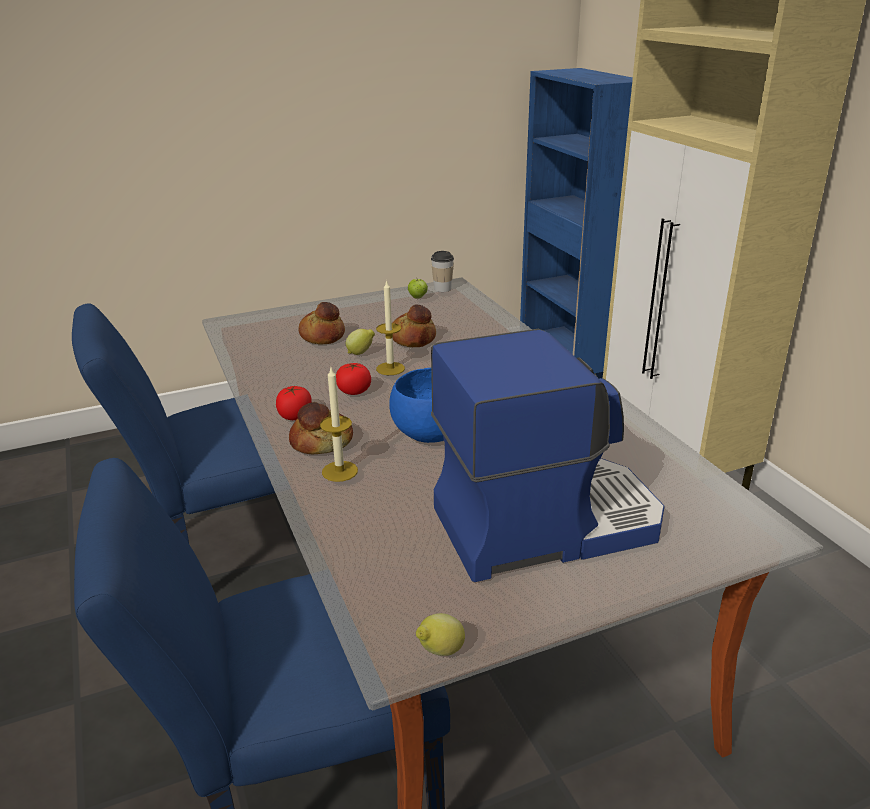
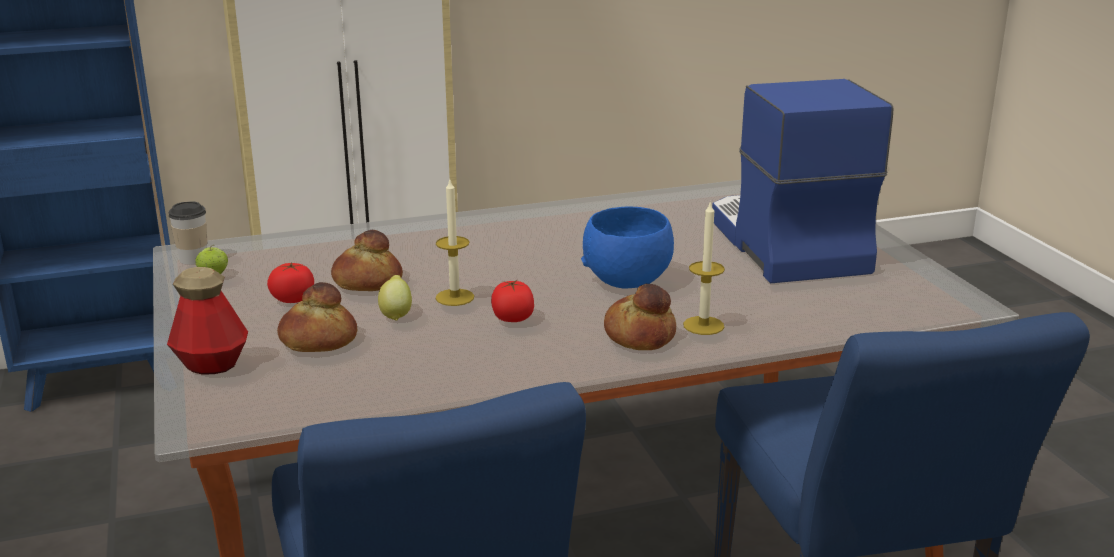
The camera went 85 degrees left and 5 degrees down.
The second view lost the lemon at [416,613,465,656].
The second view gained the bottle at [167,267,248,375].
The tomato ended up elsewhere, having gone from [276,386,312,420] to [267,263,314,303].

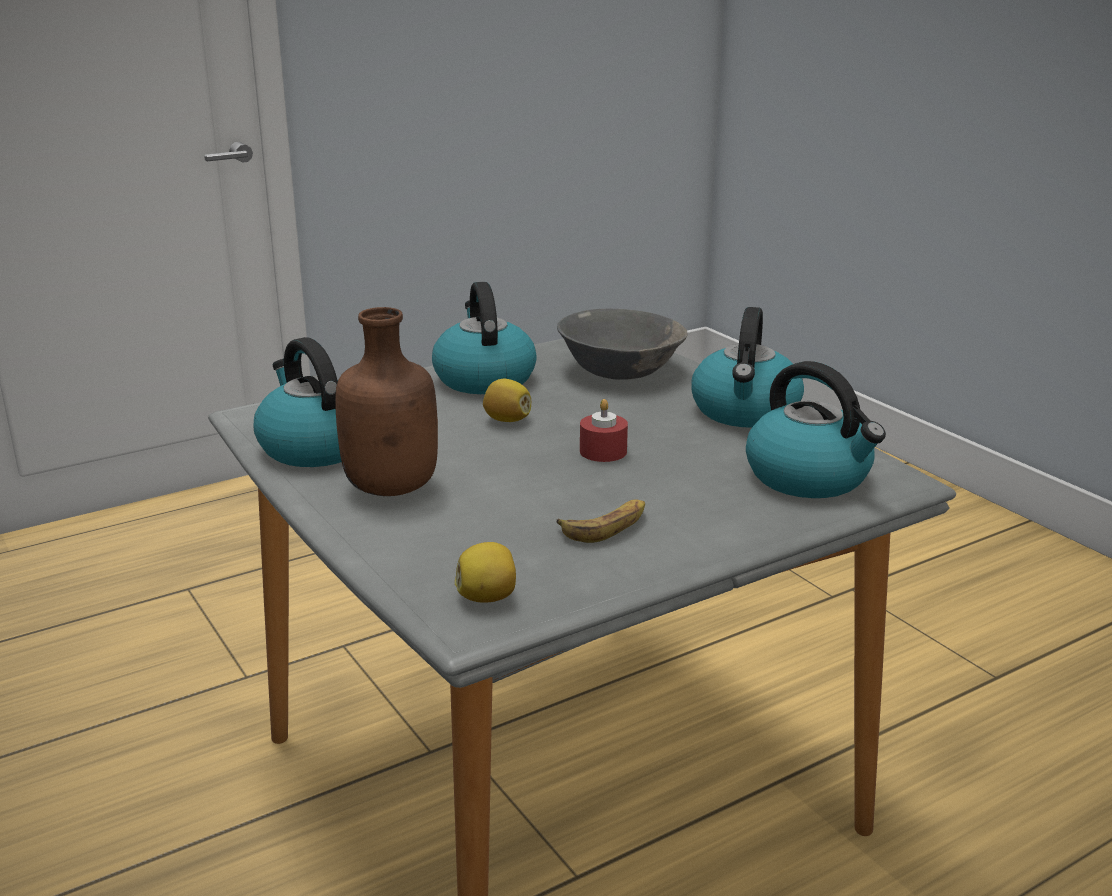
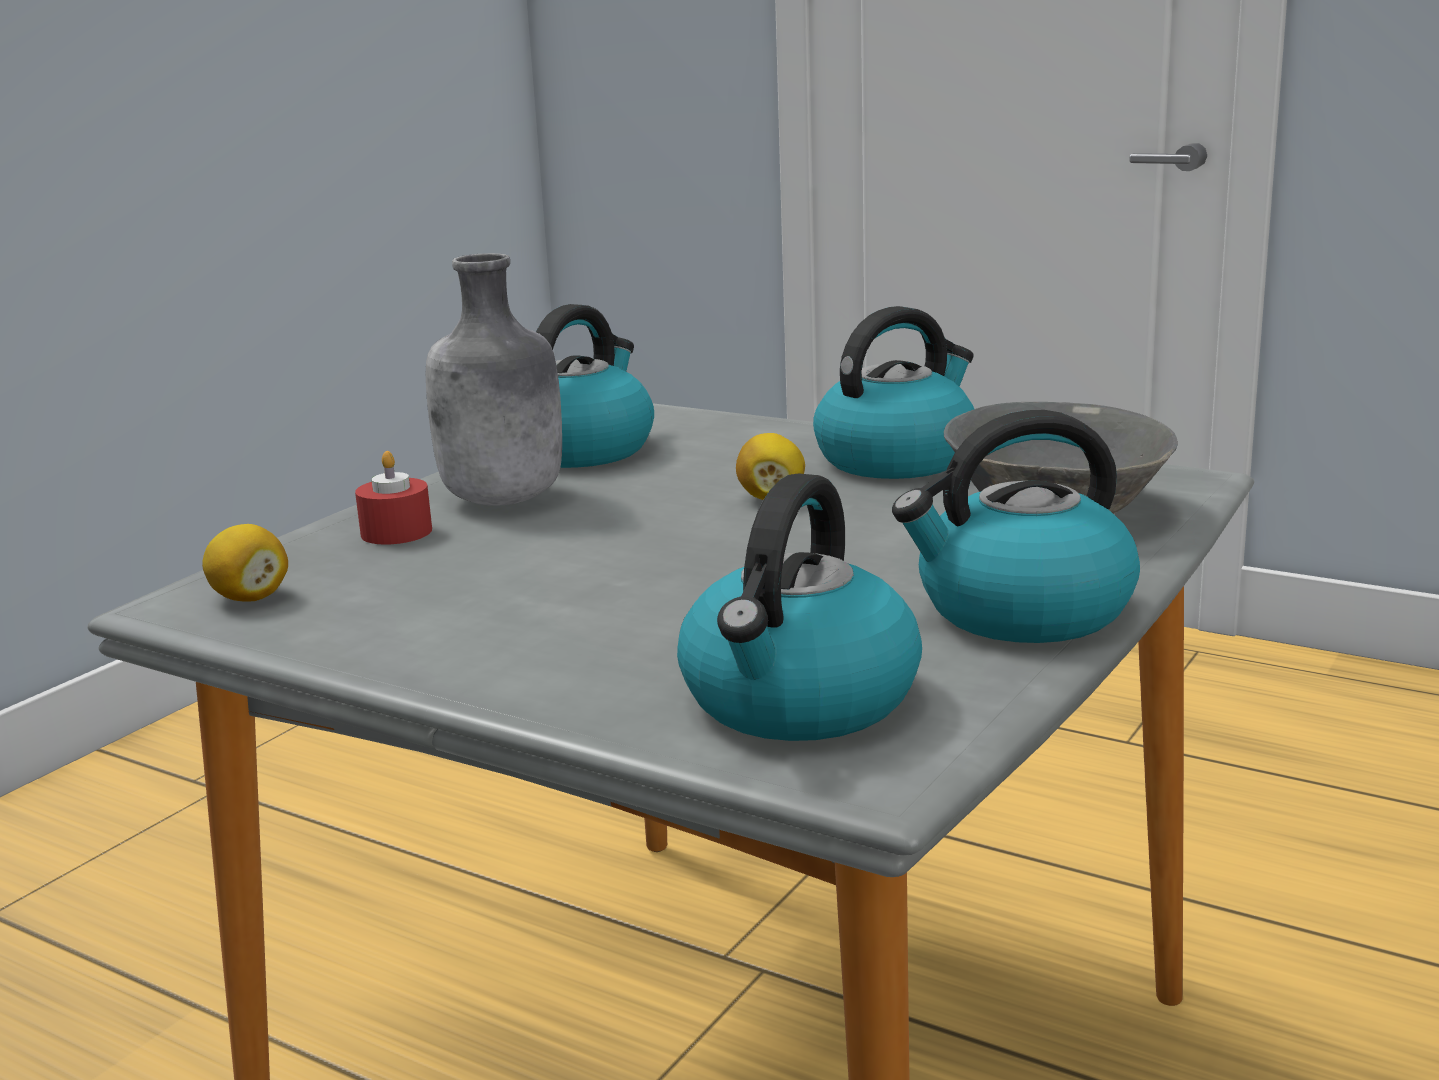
The camera went 65 degrees right and 5 degrees down.
The second view lost the banana at [557,500,645,543].
The candle in red ended up elsewhere, having gone from [580,399,628,462] to [355,451,432,545].
What was the bottle in brown at [335,307,438,496] turned into the bottle in grey at [426,253,562,506].

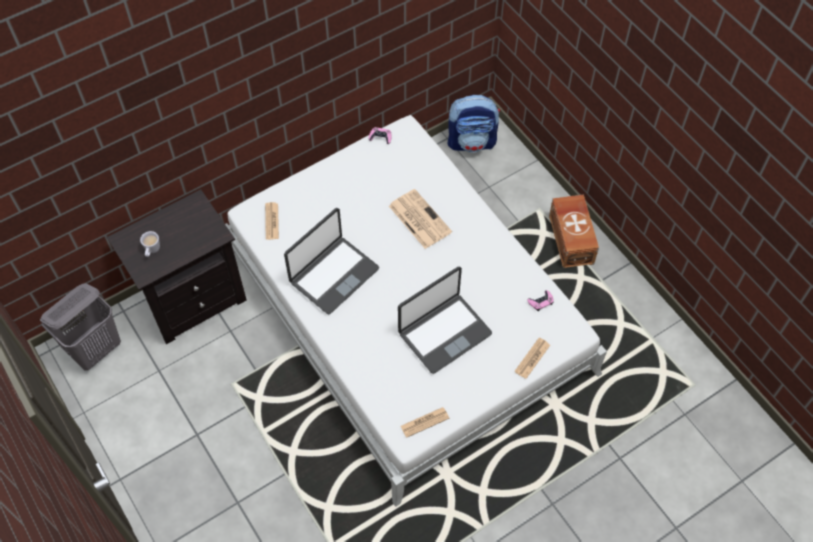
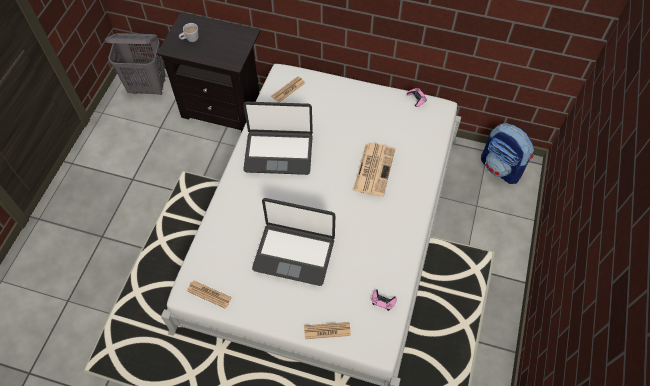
The camera went 50 degrees right and 0 degrees up.
The second view lost the storage box in brown at [549,195,599,268].

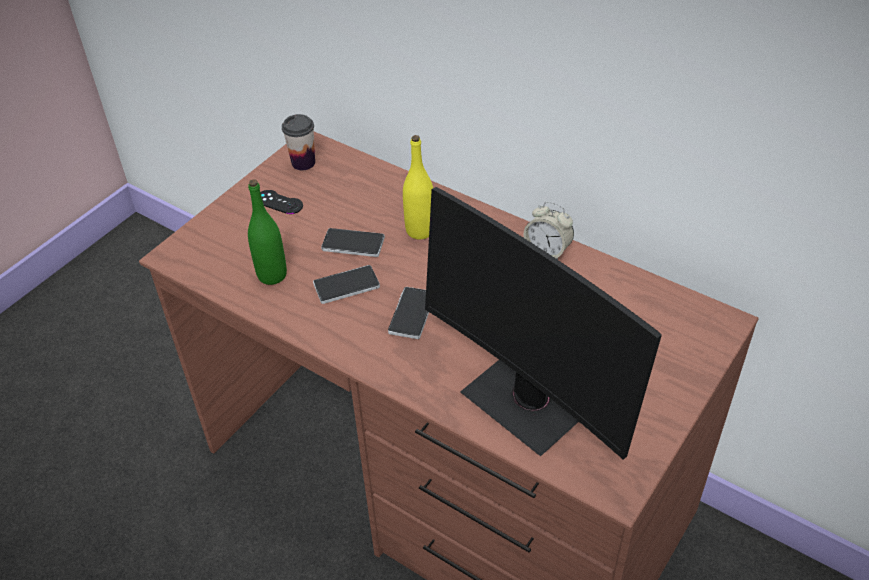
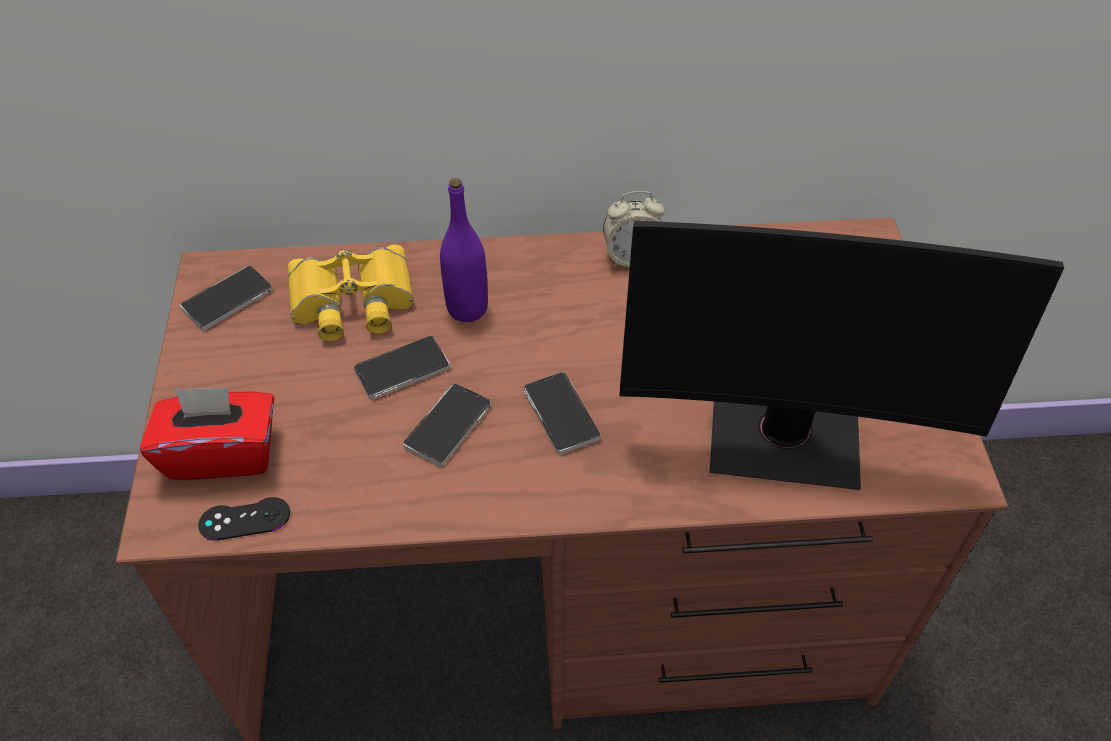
The camera went 40 degrees left and 5 degrees up.
The second view lost the bottle in green at [248,179,287,285].
The second view gained the tissue box in red at [139,387,275,480].
The second view gained the binoculars in yellow at [288,244,414,341].
The game controller in black ended up elsewhere, having gone from [260,190,303,214] to [198,497,290,541].
Where the cup stood at [282,114,315,170], the phone came to stand at [180,266,273,331].
What was the bottle in yellow at [403,135,433,239] turned into the bottle in purple at [440,178,488,322].

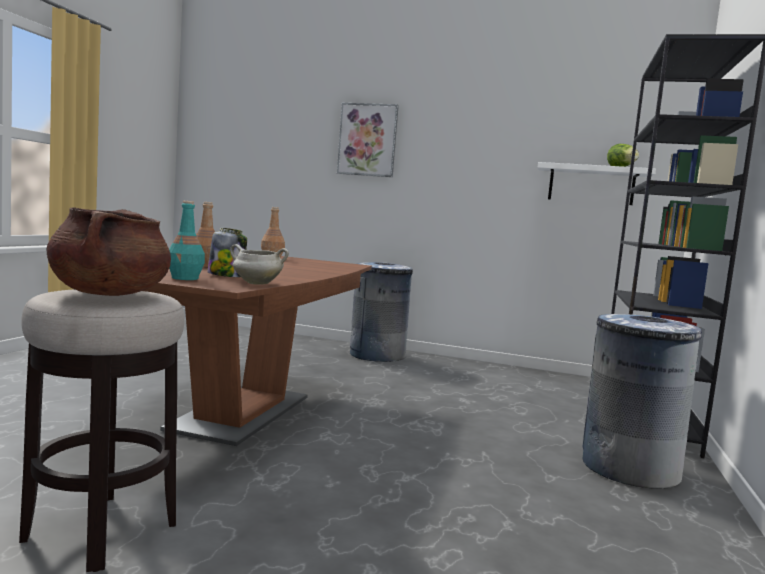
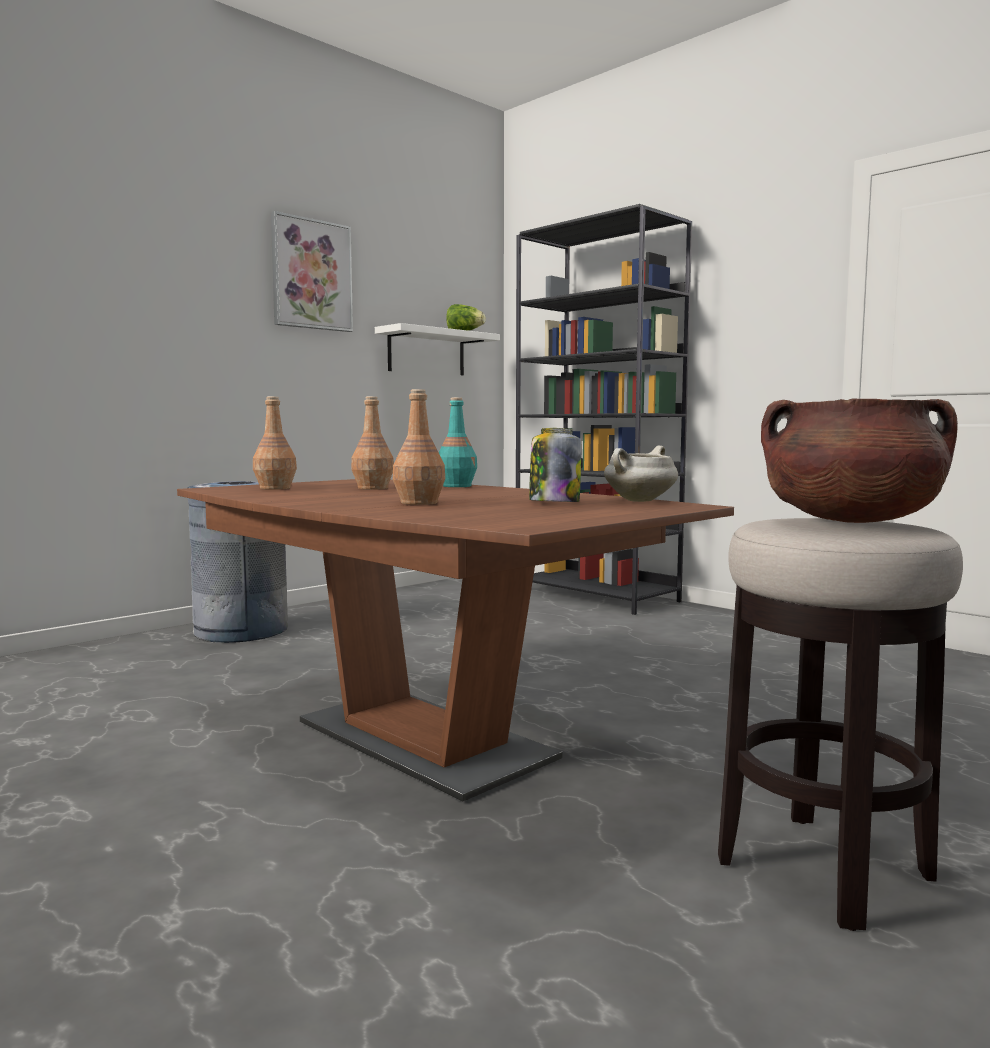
The camera went 60 degrees left and 0 degrees up.
The second view lost the trash can in grey at [583,314,702,489].
The second view gained the bottle in brown at [351,396,394,490].
The bottle in turquoise ended up elsewhere, having gone from [169,201,205,280] to [439,397,477,487].
The picture ended up elsewhere, having gone from [337,103,399,177] to [271,211,353,332].

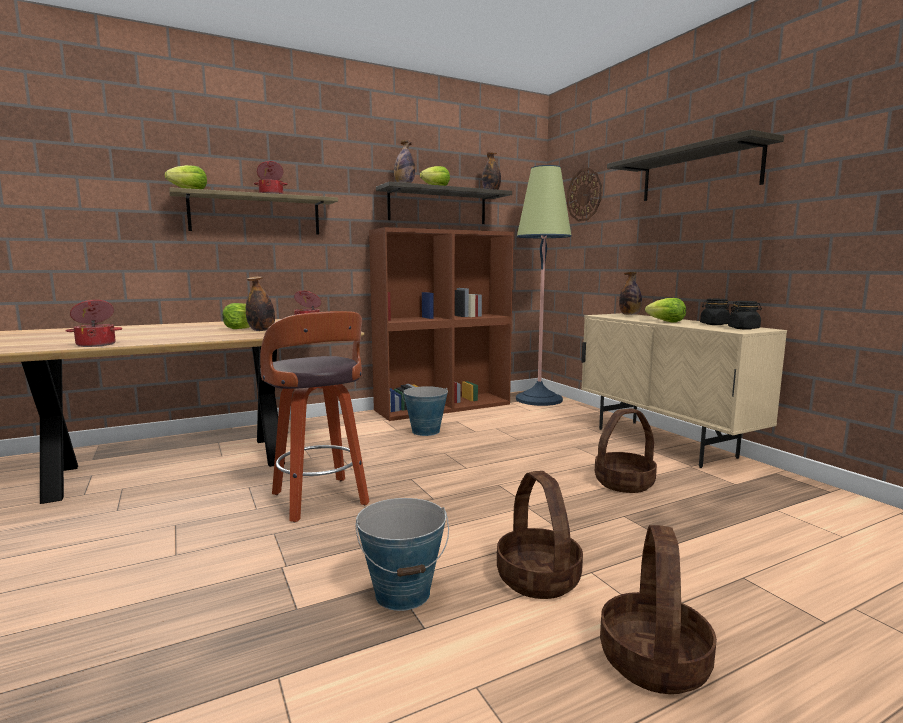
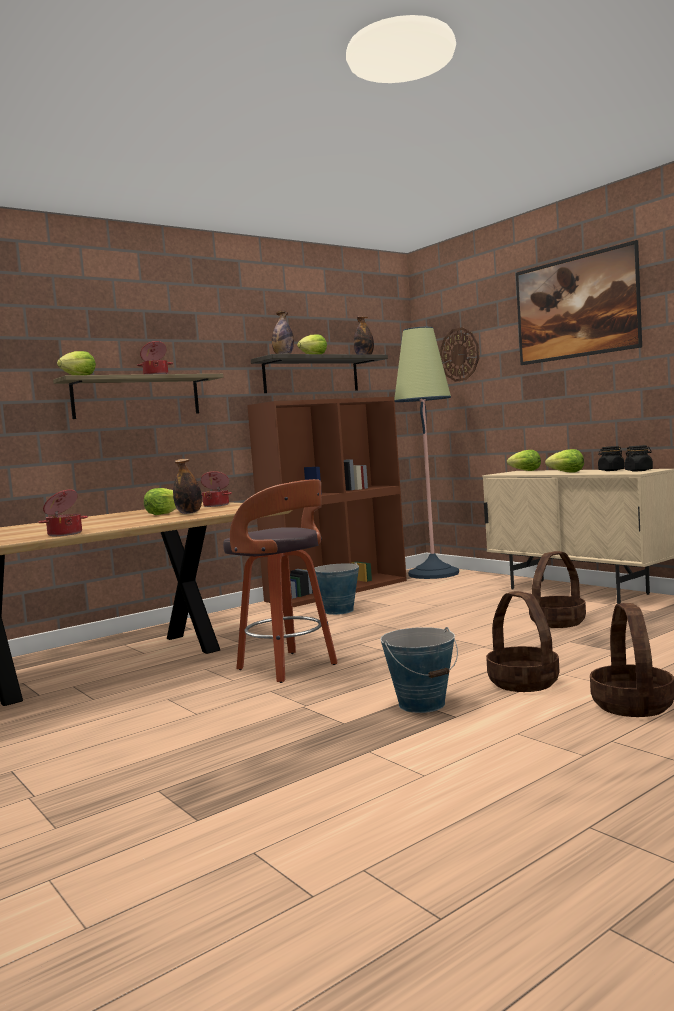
The camera went 10 degrees left and 5 degrees down.
Where the shelf hung at [607,129,784,201], the picture came to hang at [516,240,642,365].
Where the bottle stood at [619,272,642,315], the lettuce came to stand at [507,450,541,471].

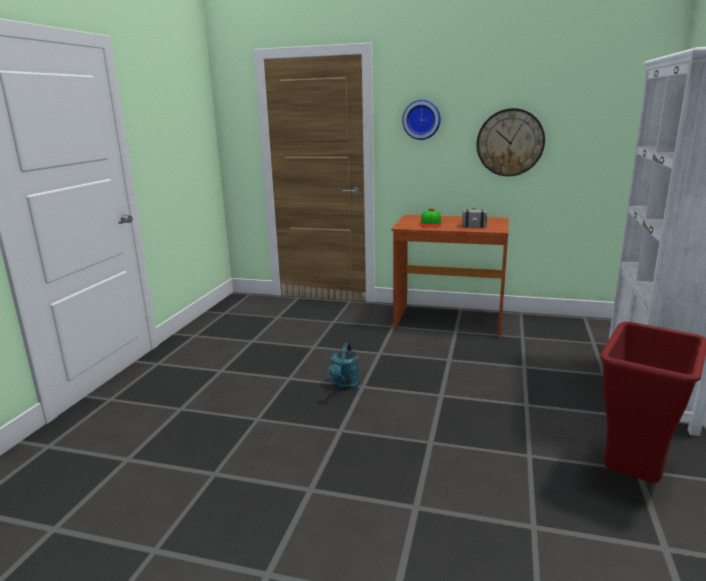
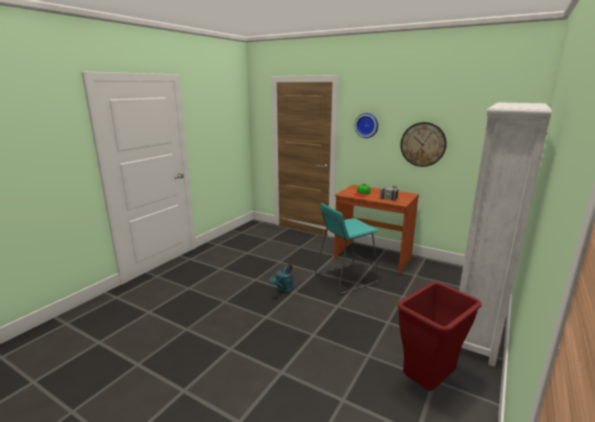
The camera went 15 degrees right and 0 degrees up.
The second view gained the stool in turquoise at [315,203,378,295].

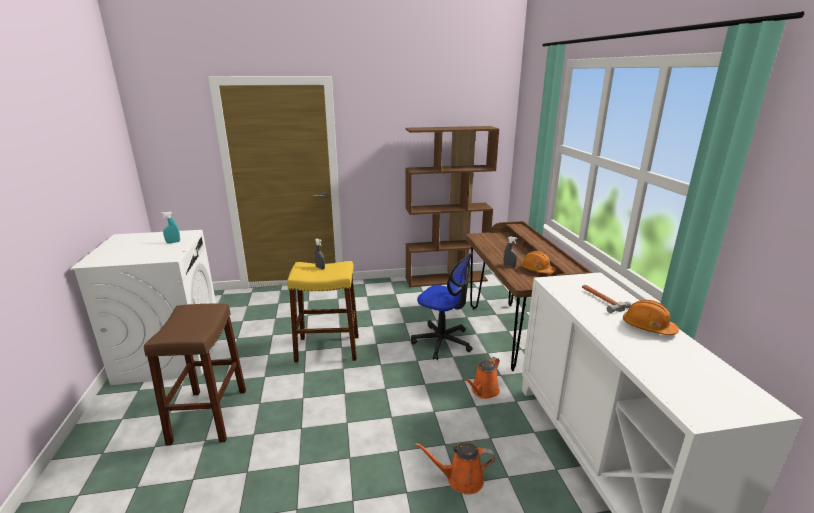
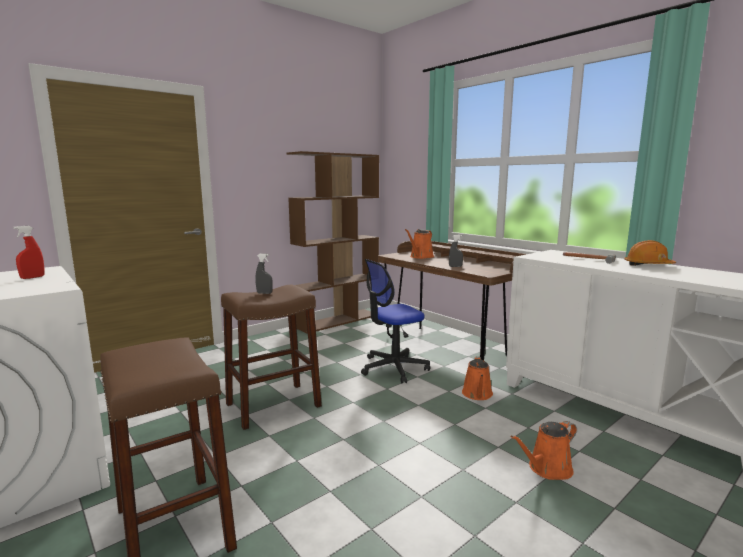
The camera went 30 degrees left and 10 degrees down.
The second view lost the hard hat in orange at [521,251,556,274].
The second view gained the watering can in orange at [405,229,434,259].
What was the spray bottle in turquoise at [161,211,180,243] turned into the spray bottle in red at [13,226,45,279].
What was the stool in yellow at [287,261,359,363] turned into the stool in brown at [221,284,322,430].
The office chair at [411,251,474,360] ended up facing another way, 150 degrees clockwise from before.

